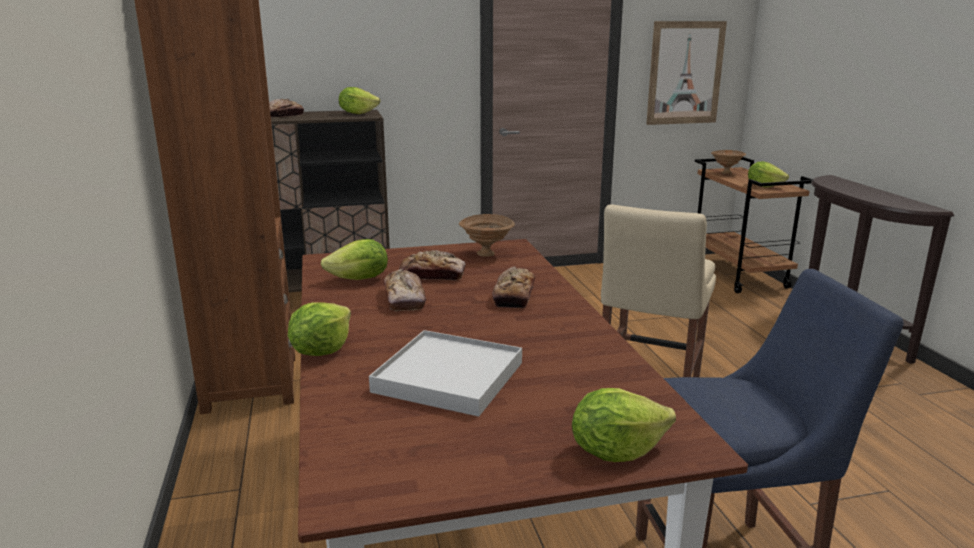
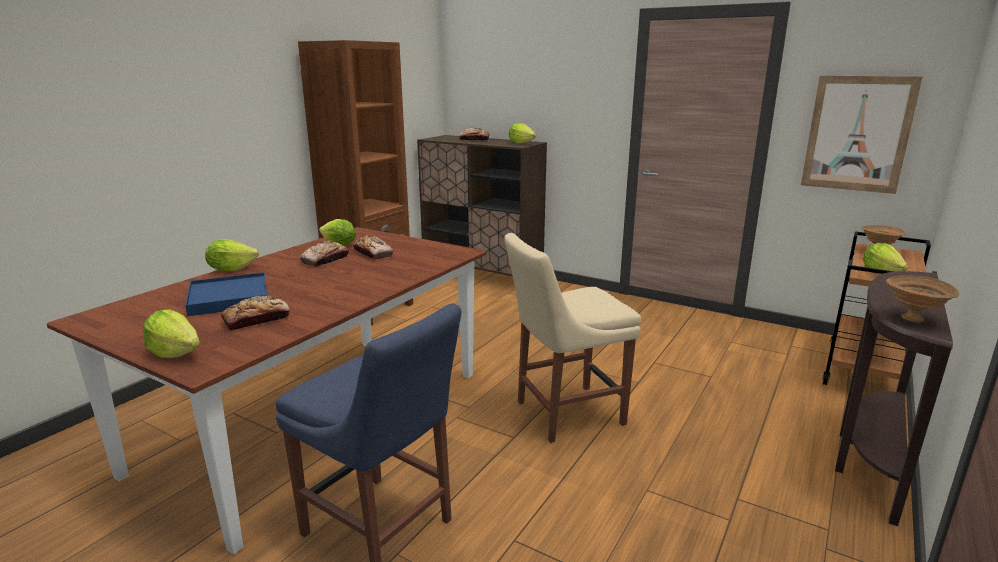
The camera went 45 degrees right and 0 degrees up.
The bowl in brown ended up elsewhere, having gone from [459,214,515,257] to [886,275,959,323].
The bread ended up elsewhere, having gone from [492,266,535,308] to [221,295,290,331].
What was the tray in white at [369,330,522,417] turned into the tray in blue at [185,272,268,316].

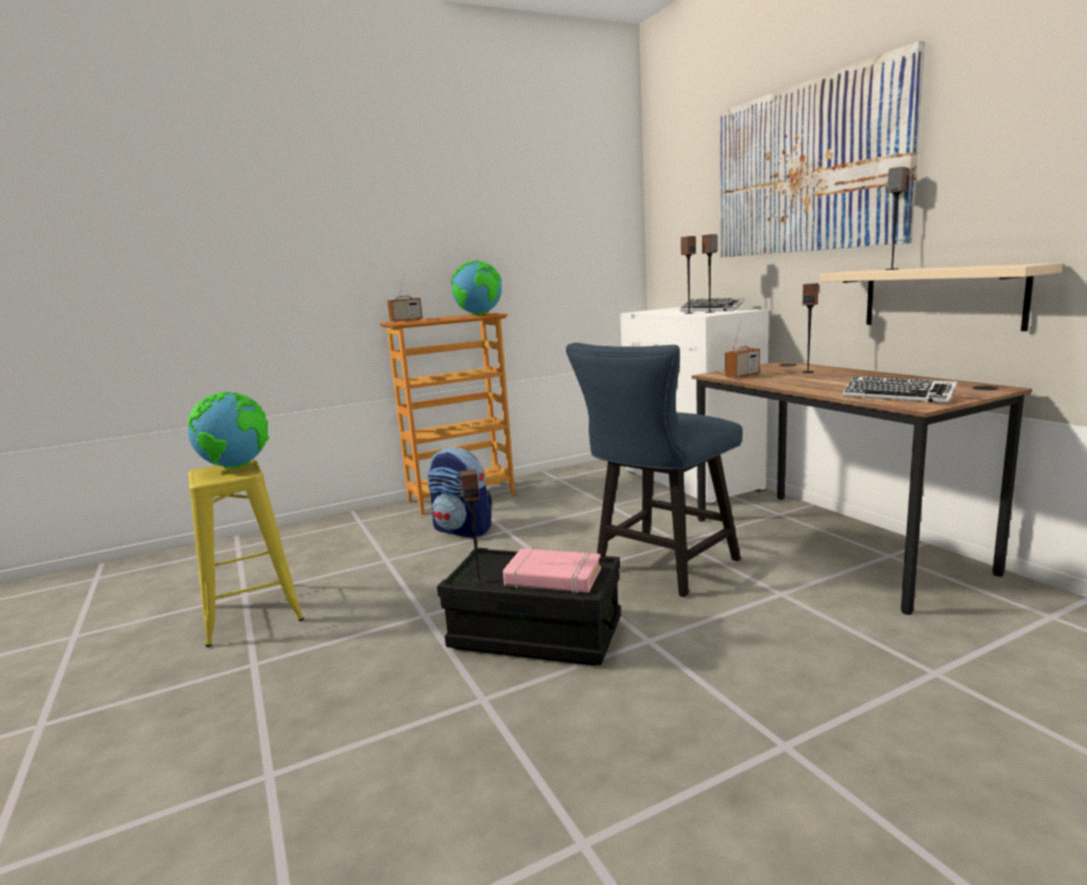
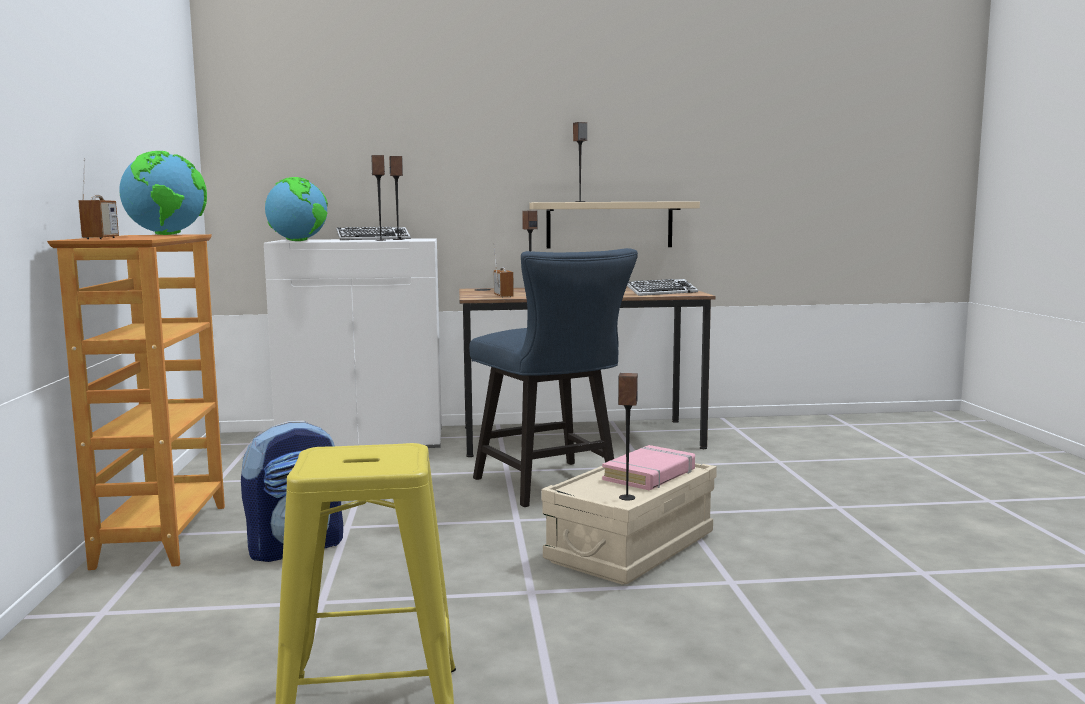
The camera went 70 degrees left and 5 degrees down.
The second view lost the picture at [720,41,925,258].
The globe ended up elsewhere, having gone from [188,392,269,468] to [265,177,328,241].
What was the storage box in black at [437,548,621,666] turned into the storage box in beige at [541,463,717,585].

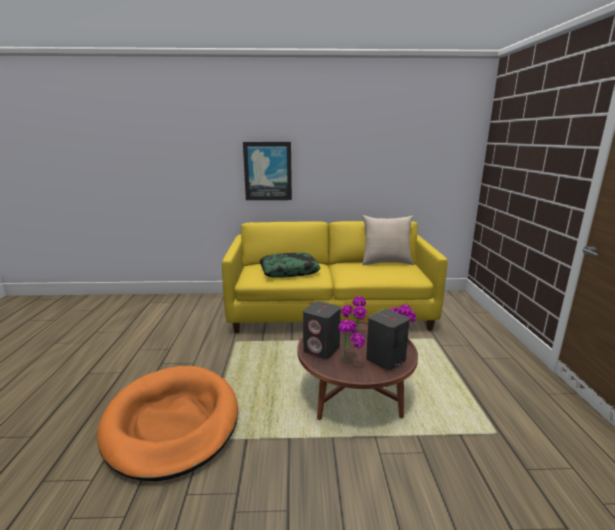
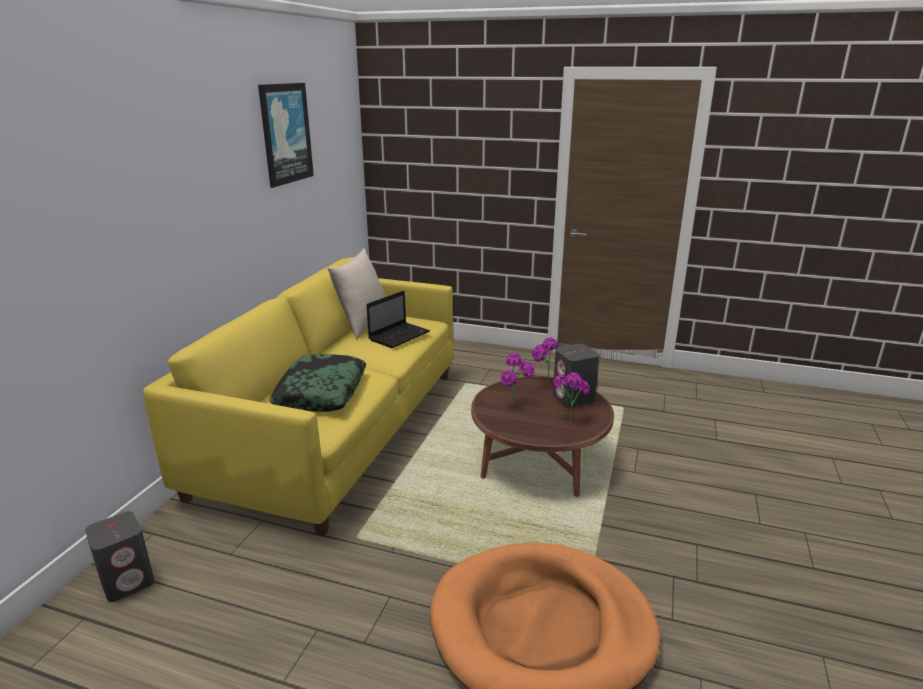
The camera went 70 degrees left and 5 degrees up.
The second view gained the laptop at [367,291,430,348].
The picture ended up elsewhere, having gone from [243,142,292,200] to [258,83,314,188].
The speaker in grey ended up elsewhere, having gone from [303,301,341,359] to [85,511,155,602].

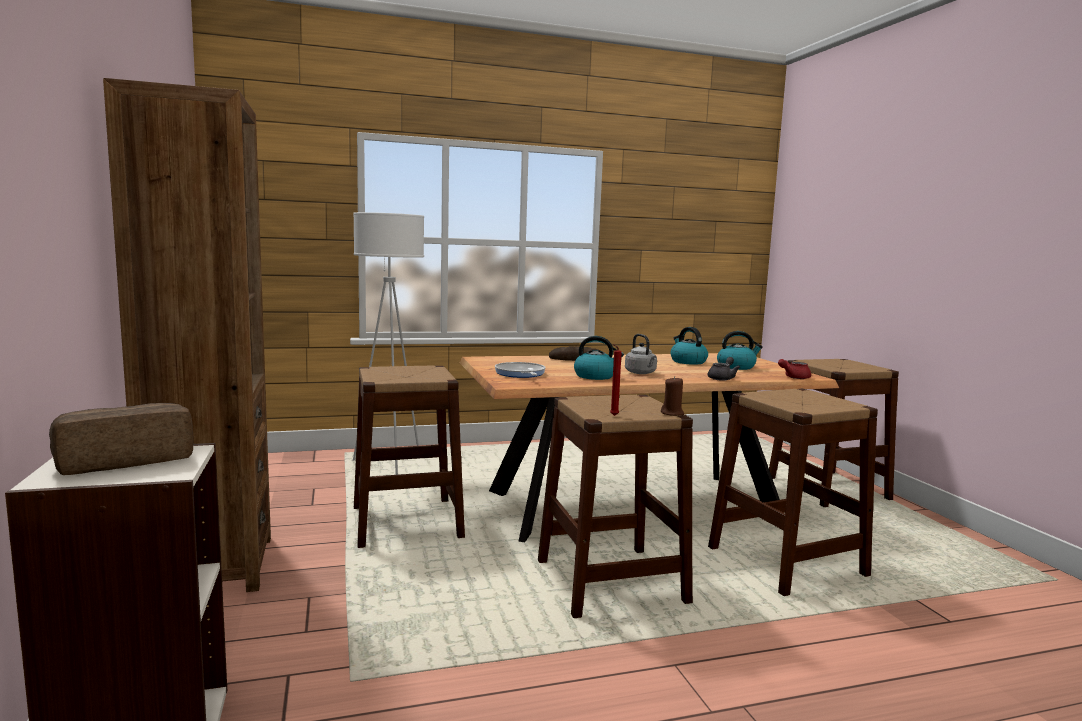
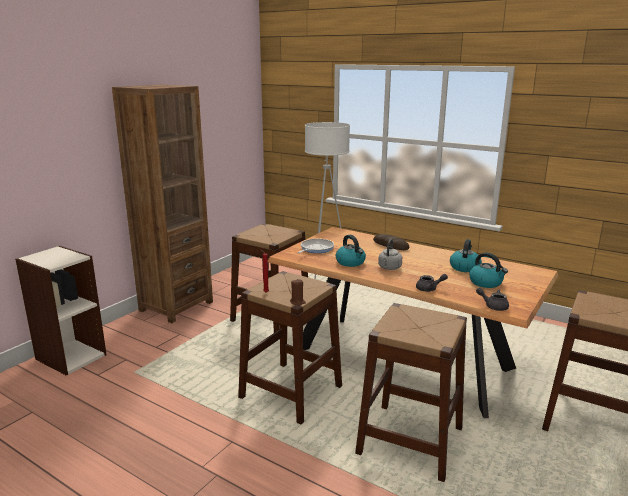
The camera went 50 degrees right and 10 degrees up.
The second view lost the bread at [49,403,194,475].
What was the teapot in red at [778,359,811,379] turned into the teapot in grey at [476,287,509,311].

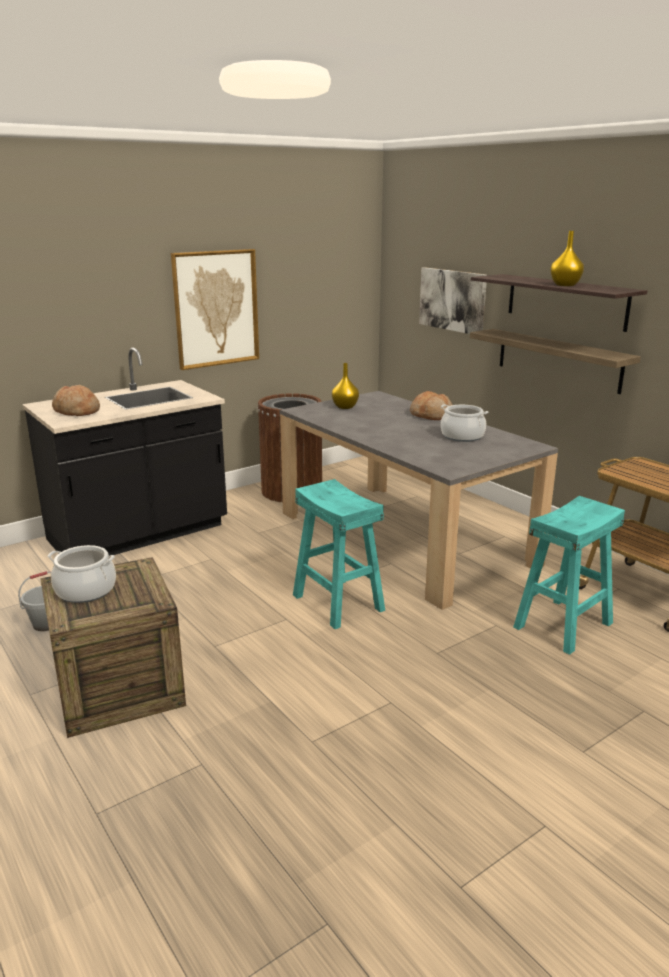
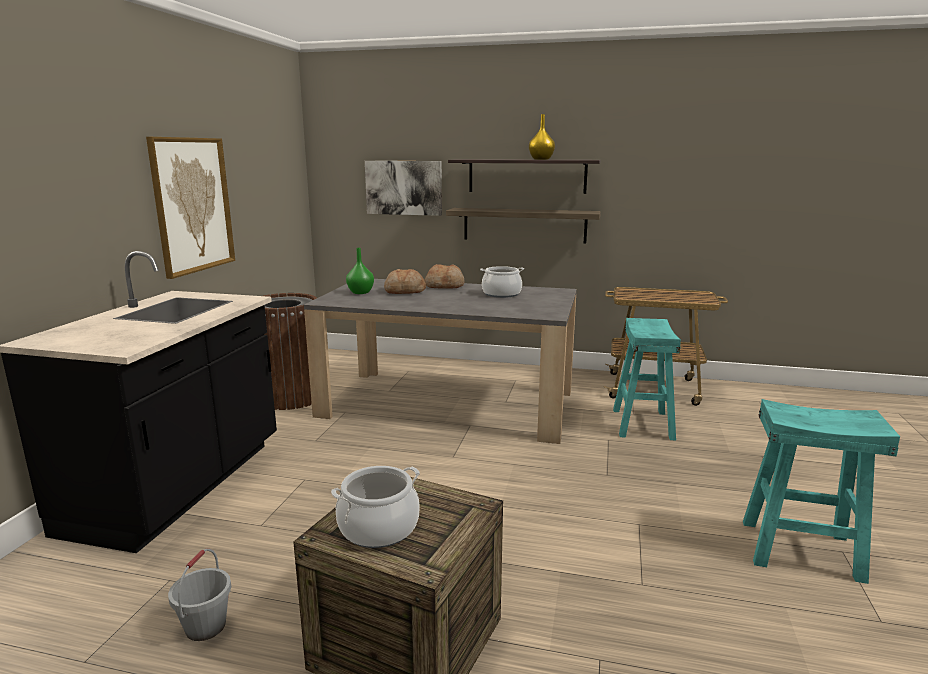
The camera went 40 degrees left and 5 degrees down.
The bread ended up elsewhere, having gone from [52,385,100,416] to [384,269,426,294].
The stool in turquoise ended up elsewhere, having gone from [293,479,385,629] to [743,399,900,584].
What was the vase in yellow at [332,363,359,409] turned into the vase in green at [346,248,374,294].

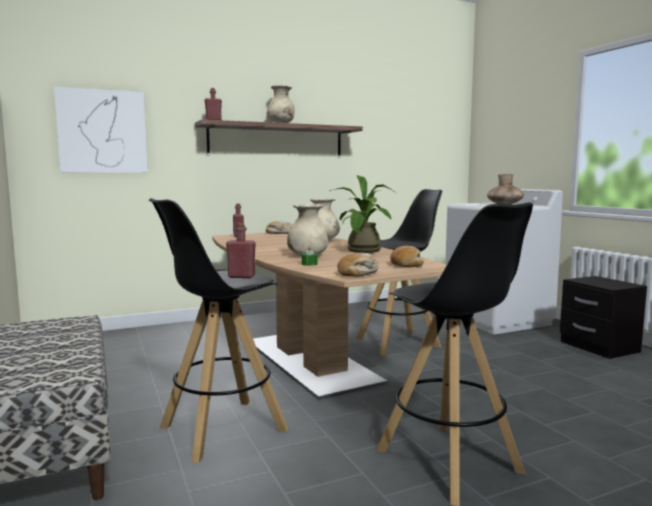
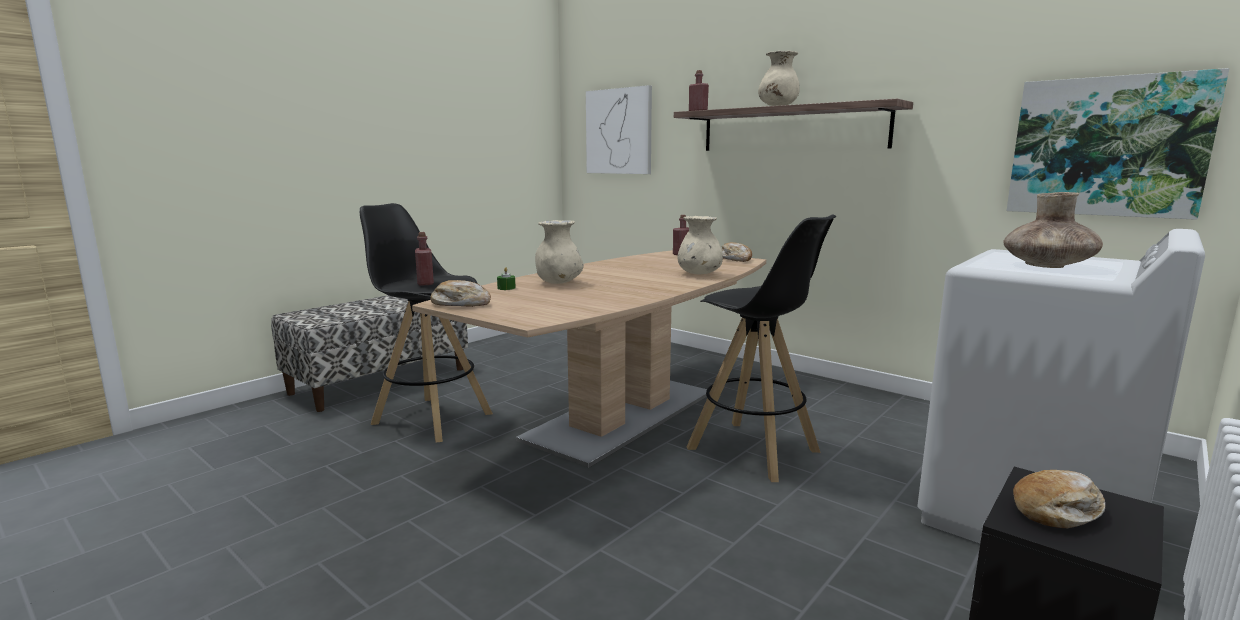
The camera went 65 degrees right and 5 degrees up.
The second view lost the potted plant at [330,175,396,253].
The second view lost the stool in black at [377,202,533,506].
The second view gained the picture at [1006,68,1230,220].
The bread ended up elsewhere, having gone from [390,246,424,267] to [1013,470,1105,528].

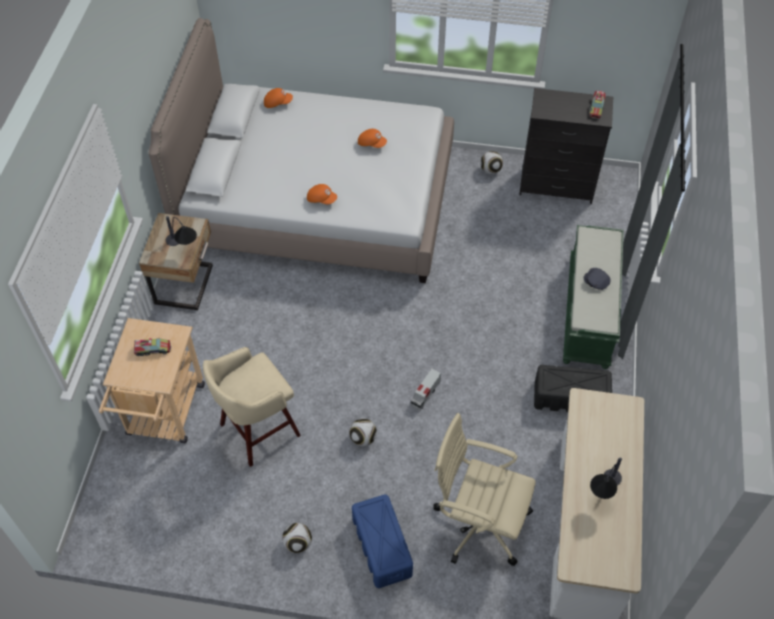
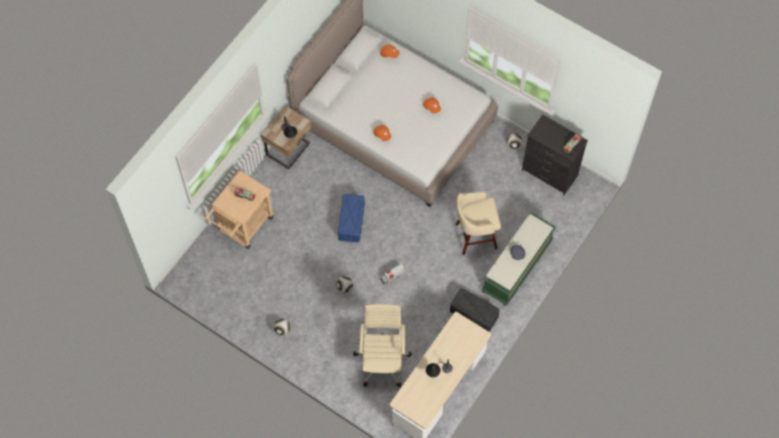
The camera went 25 degrees right and 10 degrees up.
The stool in beige ended up elsewhere, having gone from [203,347,301,467] to [456,192,501,255].
The storage box in blue ended up elsewhere, having gone from [352,494,413,588] to [338,194,365,242].
The office chair in beige at [434,413,536,566] ended up facing another way, 45 degrees clockwise from before.

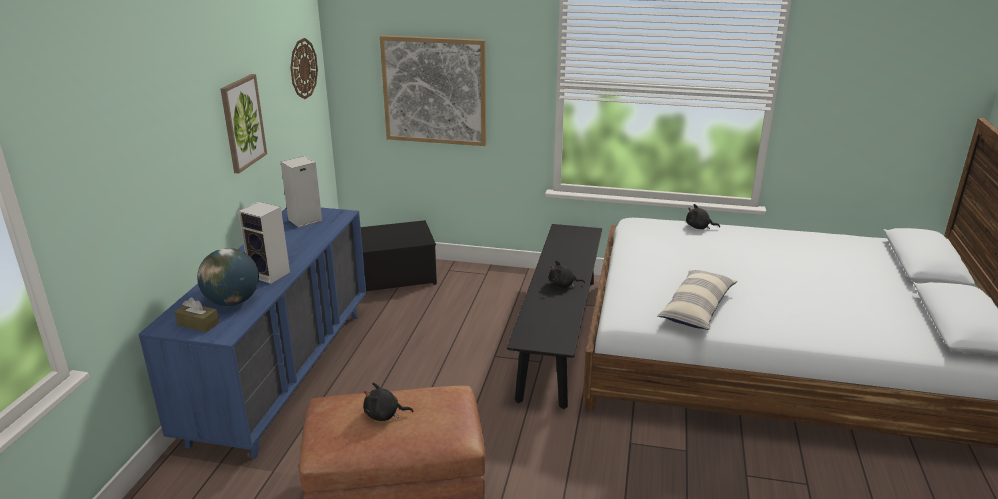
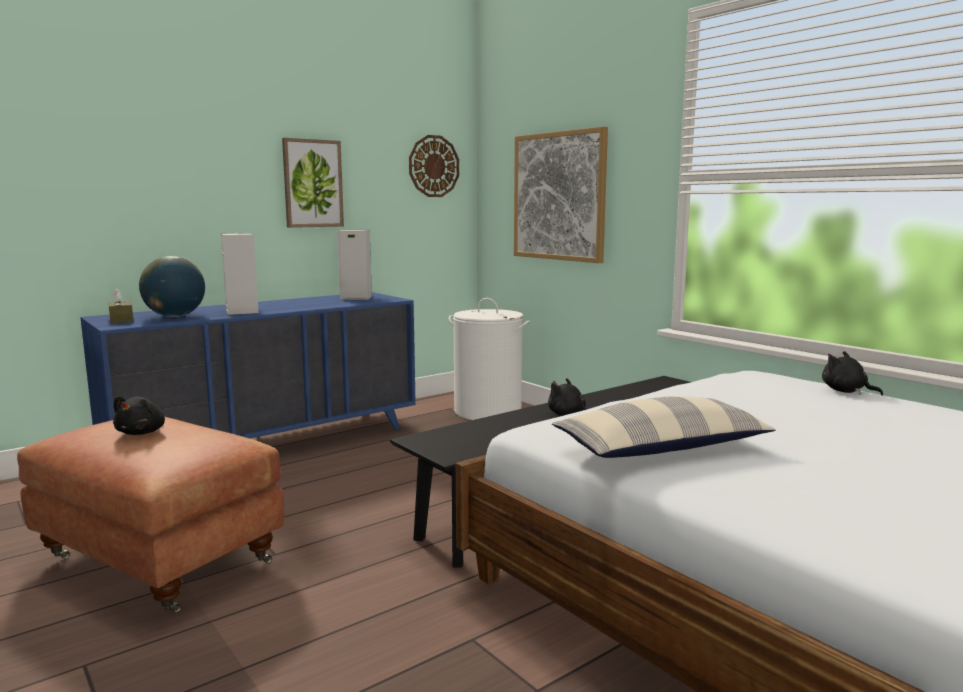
The camera went 40 degrees right and 15 degrees down.
Where the storage box stood at [361,220,437,291], the laundry basket in white came to stand at [449,298,530,420].
The plush toy in black at [363,382,414,421] ended up facing another way, 120 degrees counterclockwise from before.

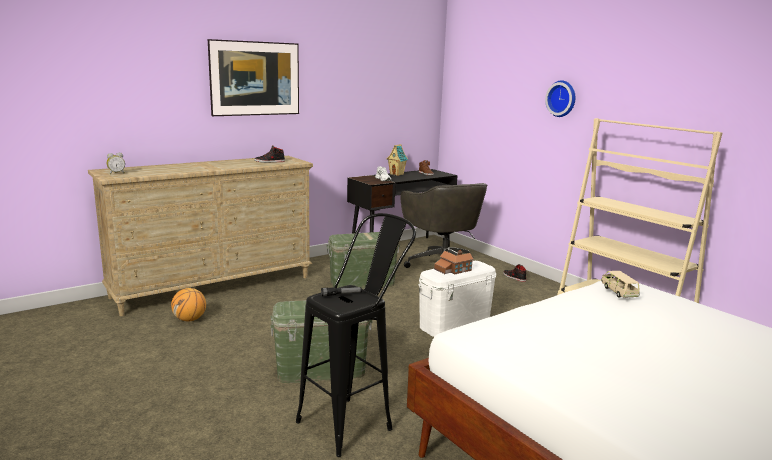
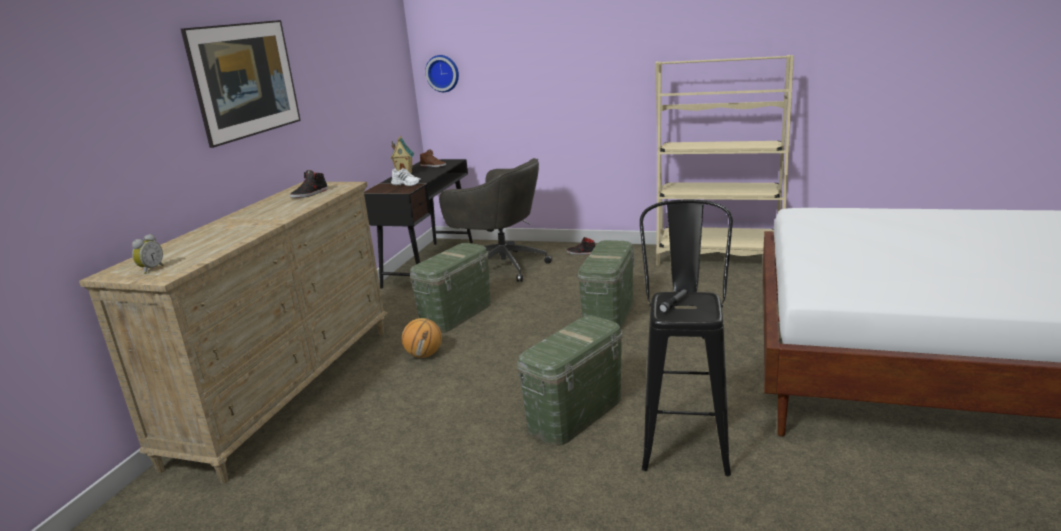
The camera went 35 degrees left and 5 degrees up.
The second view lost the toy house at [434,250,474,274].
The second view lost the toy car in beige at [601,271,640,298].
The basketball ended up elsewhere, having gone from [171,288,206,321] to [402,318,442,358].
The wall clock ended up elsewhere, having gone from [545,81,575,117] to [425,55,459,92].
What was the storage box in white at [418,261,496,337] turned into the storage box in green at [578,240,634,329].

